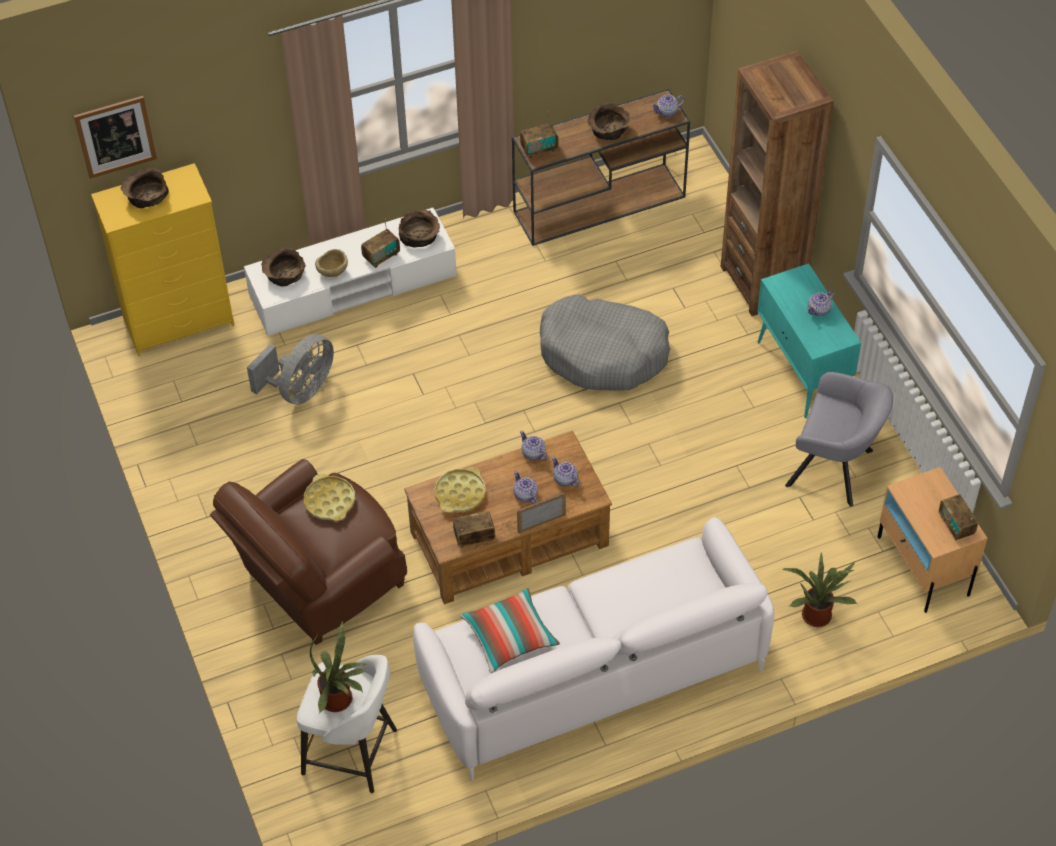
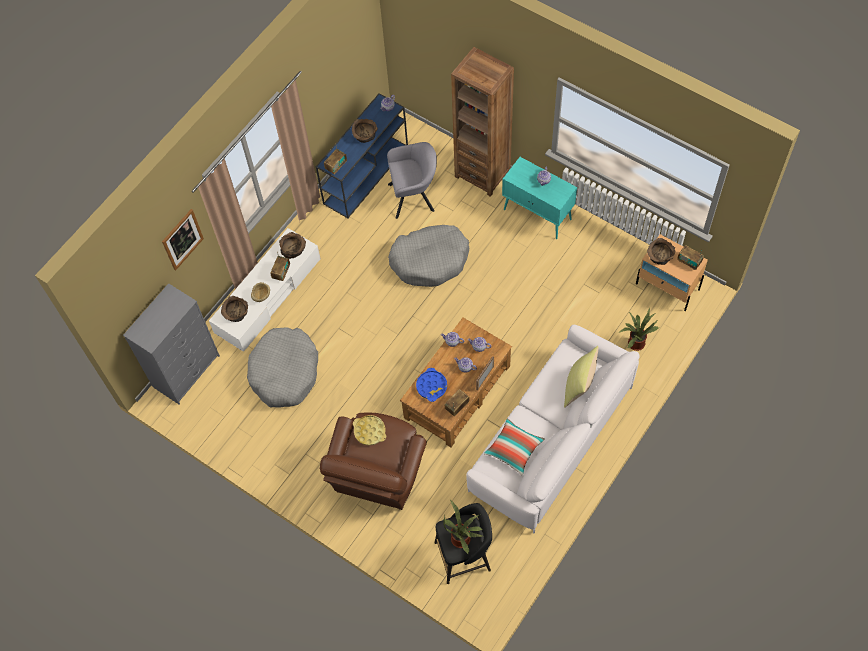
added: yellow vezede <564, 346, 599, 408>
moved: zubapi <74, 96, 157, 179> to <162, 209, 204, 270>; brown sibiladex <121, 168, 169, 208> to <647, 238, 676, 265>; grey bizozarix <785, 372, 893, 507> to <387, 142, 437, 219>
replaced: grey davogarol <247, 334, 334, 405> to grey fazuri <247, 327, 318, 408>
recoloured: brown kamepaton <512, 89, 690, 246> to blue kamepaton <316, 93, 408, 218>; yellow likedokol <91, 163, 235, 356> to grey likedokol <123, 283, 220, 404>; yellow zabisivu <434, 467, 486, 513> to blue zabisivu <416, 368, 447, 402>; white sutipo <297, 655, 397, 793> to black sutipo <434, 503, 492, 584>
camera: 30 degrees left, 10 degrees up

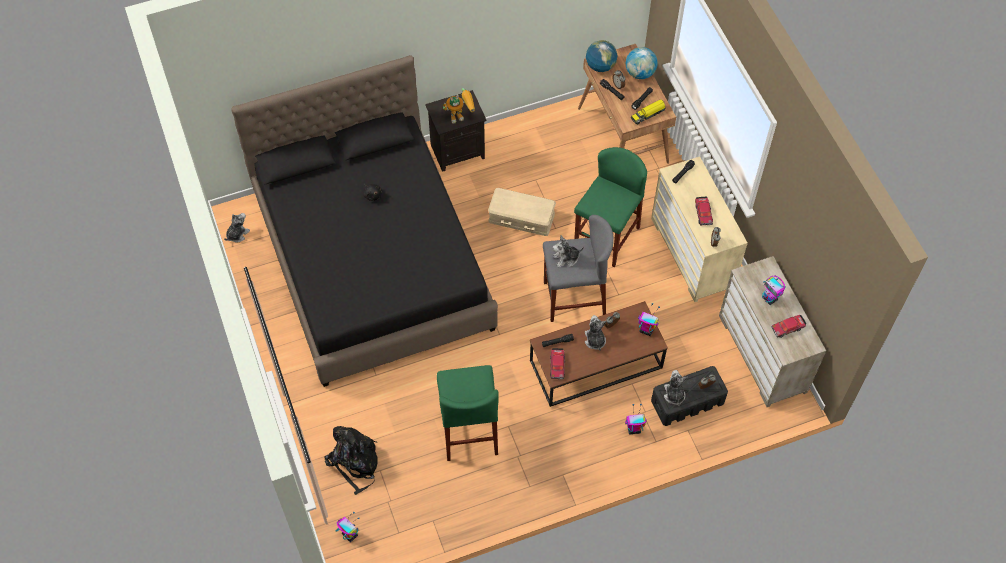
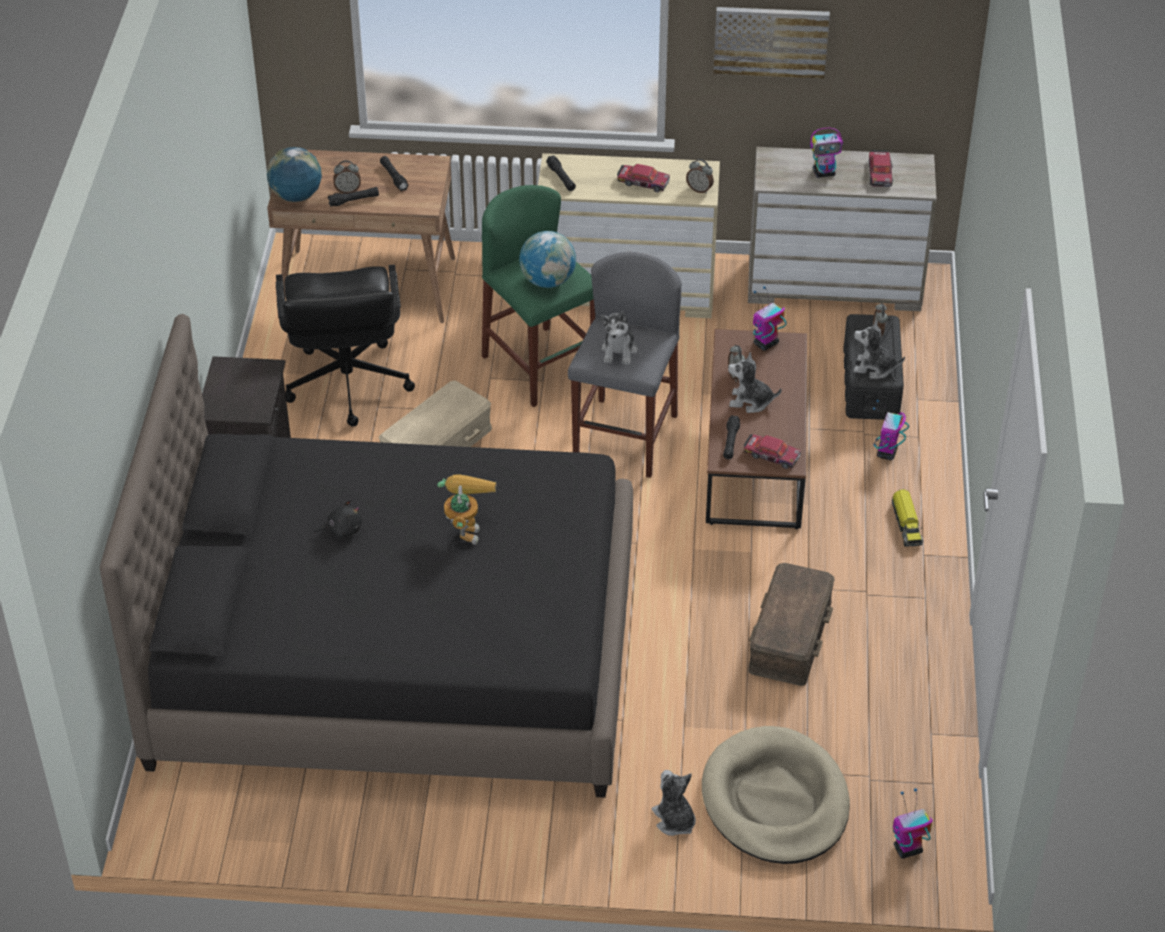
added: zubapi <713, 7, 830, 79>; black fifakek <276, 265, 415, 427>
moved: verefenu <626, 47, 658, 79> to <519, 231, 576, 288>; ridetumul <443, 88, 475, 124> to <437, 475, 496, 545>; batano <631, 99, 666, 125> to <892, 489, 923, 546>; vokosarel <224, 213, 250, 243> to <652, 770, 696, 836>
replaced: green sutipo <437, 365, 499, 461> to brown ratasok <748, 563, 835, 686>; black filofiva <324, 426, 378, 495> to beige fazuri <702, 726, 850, 864>
camera: 65 degrees left, 15 degrees down

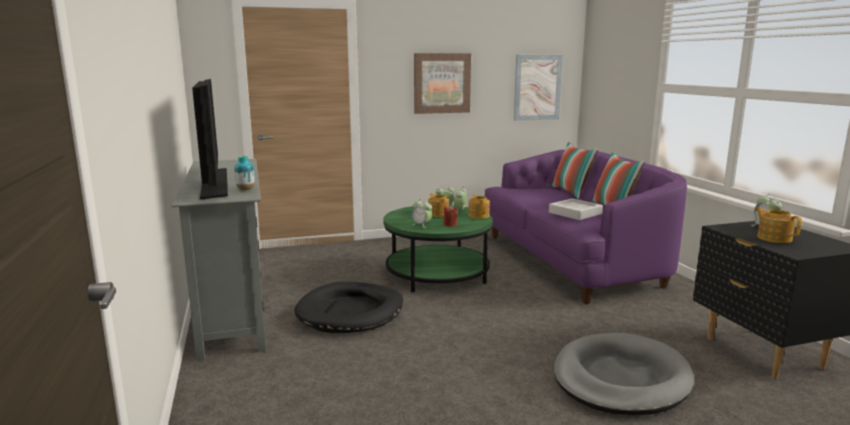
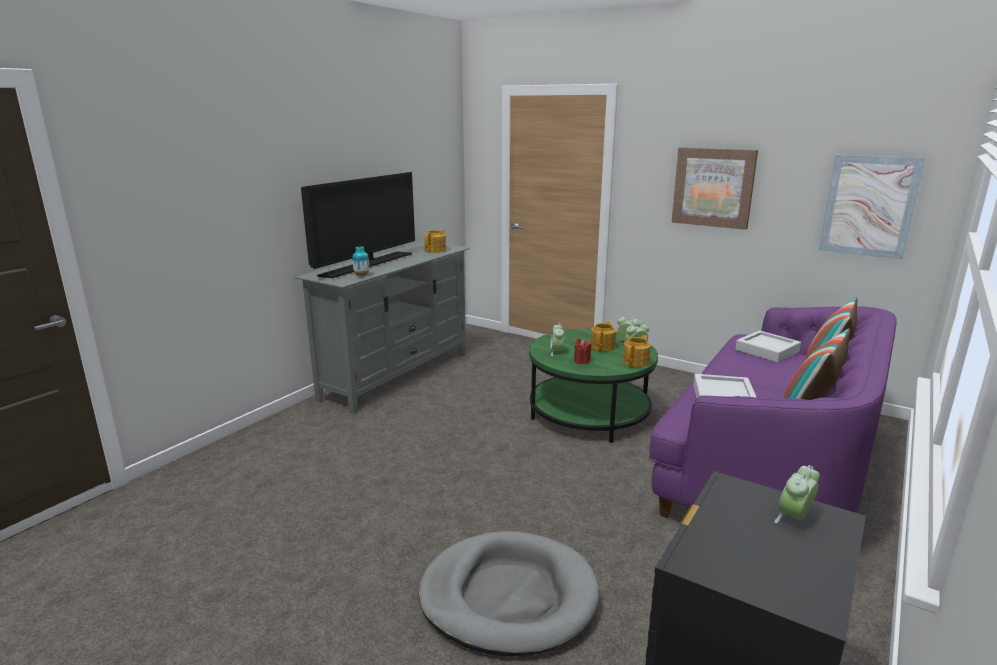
removed: black fazuri <294, 281, 403, 333>
added: grey zabisivu <735, 330, 801, 363>
moved: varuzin <755, 207, 802, 243> to <424, 229, 446, 253>
camera: 50 degrees right, 5 degrees up

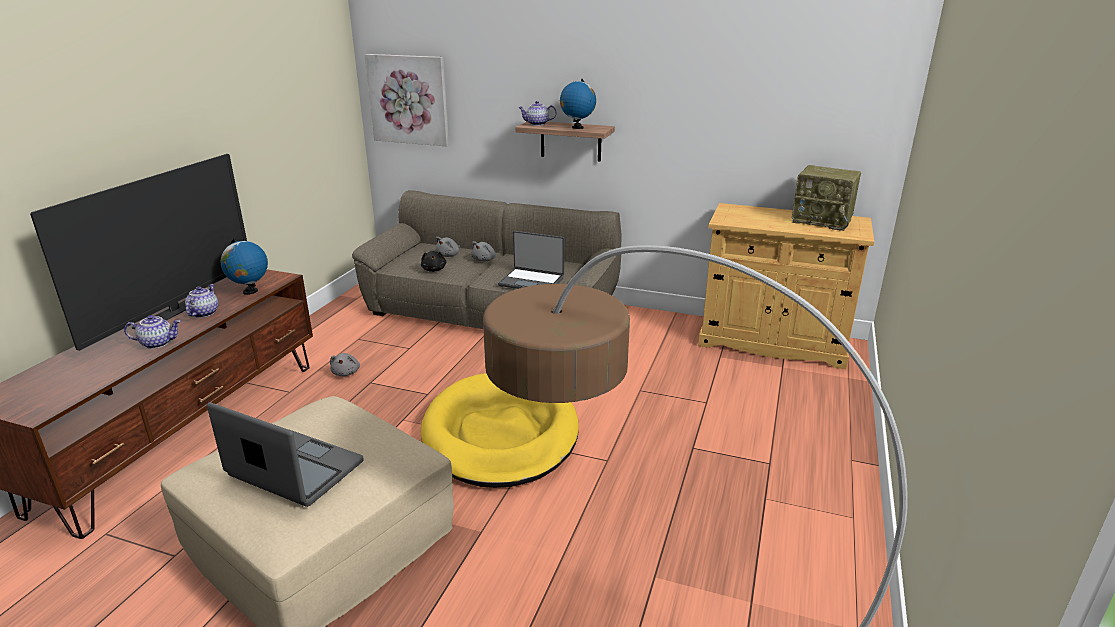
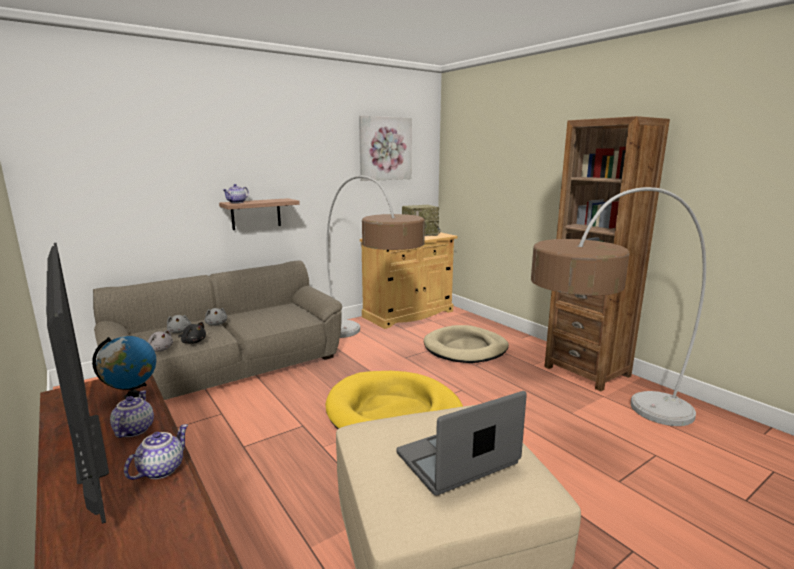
removed: verefenu <560, 79, 596, 129>; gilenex <498, 231, 564, 289>
added: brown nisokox <544, 116, 670, 391>; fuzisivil <326, 176, 425, 338>; beige fazuri <424, 325, 509, 363>
moved: zubapi <365, 54, 449, 146> to <359, 115, 412, 181>; grey vokosarel <330, 353, 360, 376> to <148, 330, 173, 352>
turned: varuzin <185, 284, 218, 318> = <110, 390, 154, 438> 45 degrees clockwise
camera: 55 degrees left, 10 degrees down

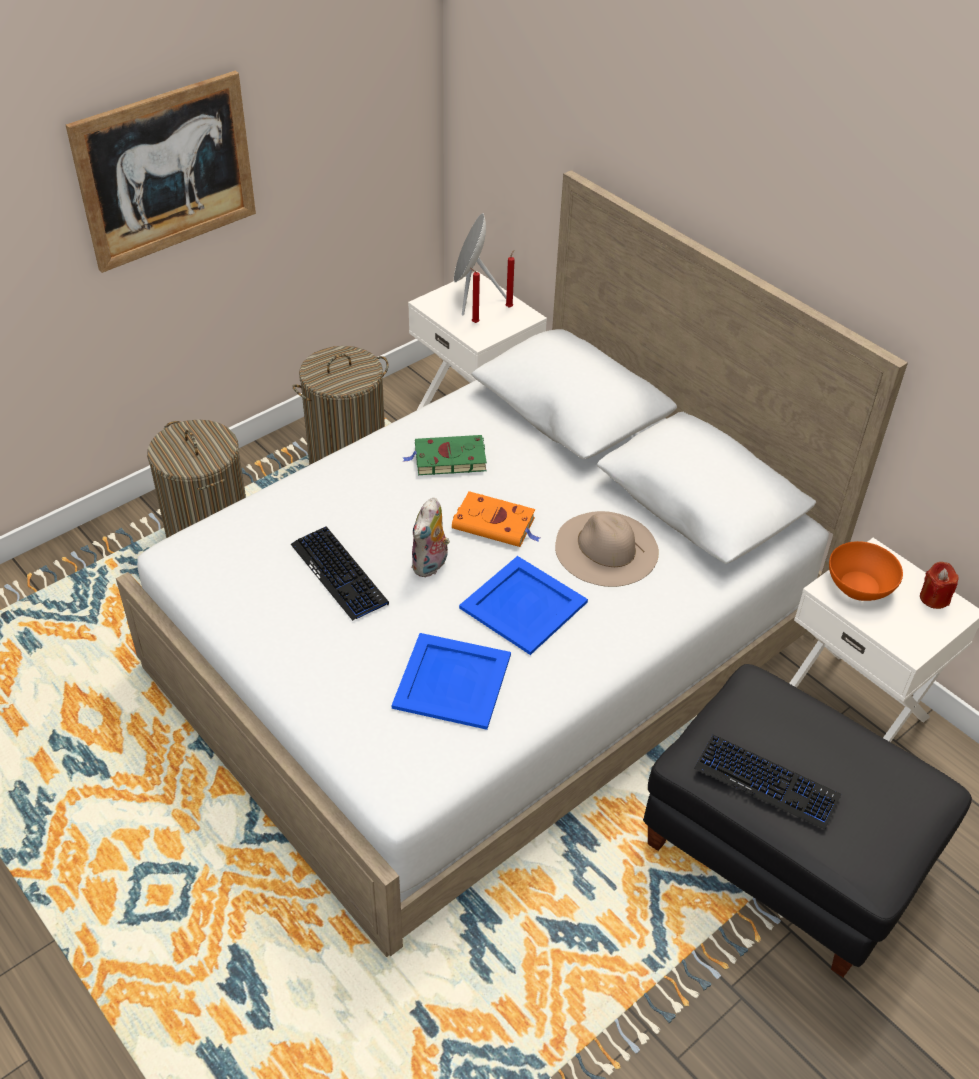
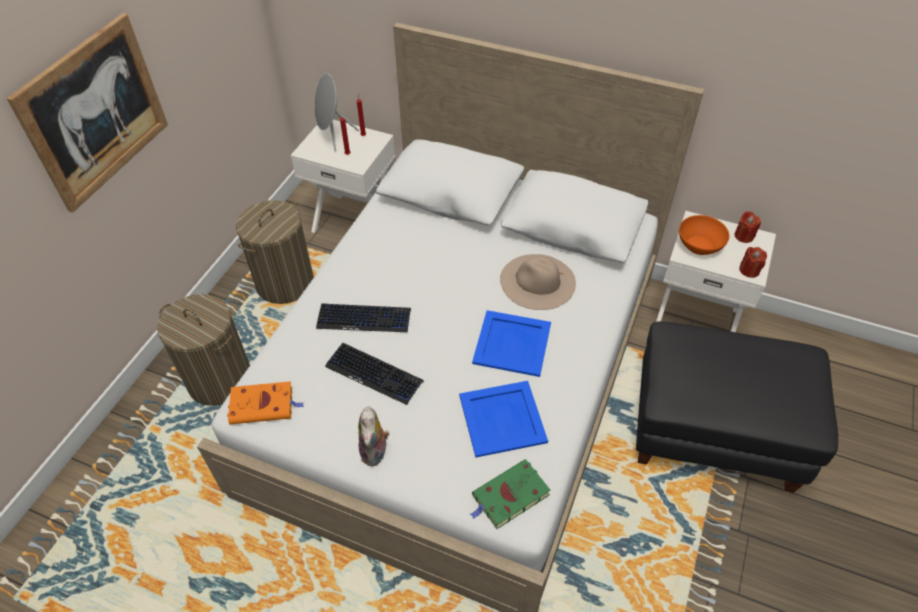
added: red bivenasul <739, 247, 767, 278>
moved: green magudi <403, 435, 487, 475> to <470, 459, 551, 529>; orange magudi <452, 491, 540, 547> to <227, 381, 304, 424>; vokosarel <411, 498, 450, 578> to <358, 406, 389, 466>; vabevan <694, 735, 841, 830> to <316, 303, 411, 332>
camera: 25 degrees left, 5 degrees up

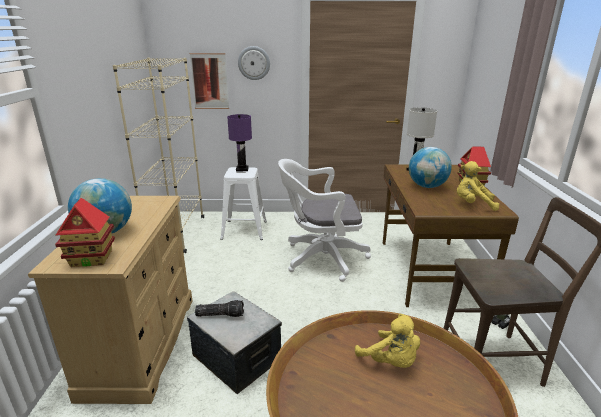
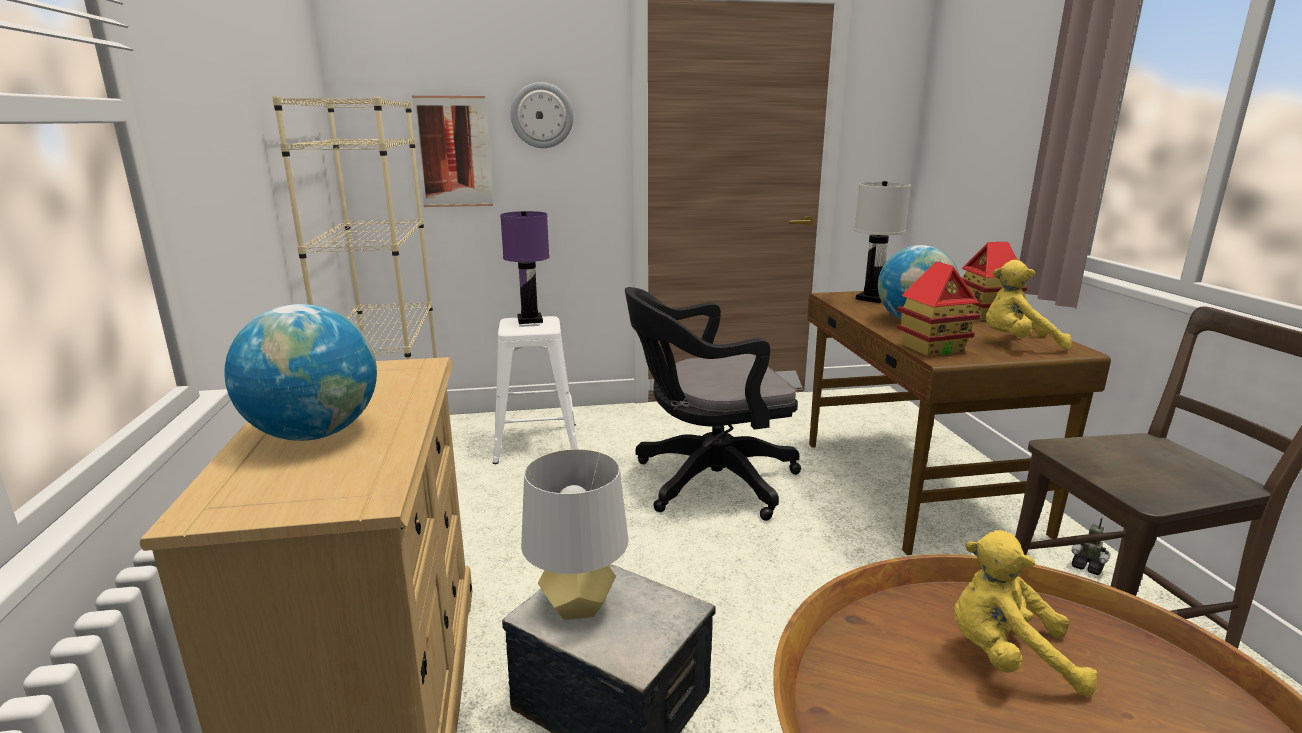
moved: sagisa <55, 198, 115, 267> to <897, 261, 980, 356>
replaced: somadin <195, 300, 244, 317> to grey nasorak <521, 449, 629, 620>
recoloured: white fifakek <278, 159, 371, 282> to black fifakek <625, 287, 801, 521>
turned: yellow vokosarel <355, 314, 420, 368> = <954, 530, 1098, 696> 150 degrees clockwise
camera: 10 degrees left, 5 degrees down

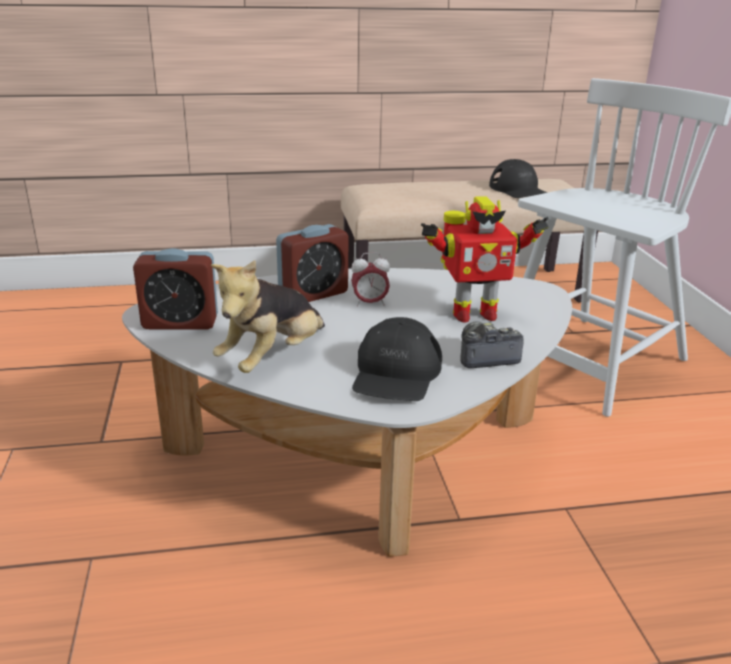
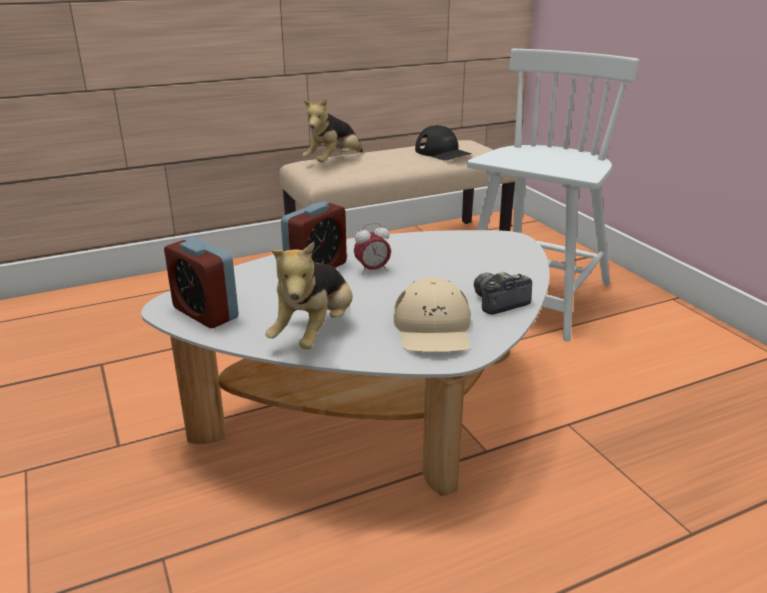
removed: ridetumul <421, 196, 549, 323>
added: vokosarel <302, 98, 363, 162>
recoloured: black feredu <352, 317, 442, 401> to beige feredu <394, 277, 471, 352>
turned: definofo <133, 248, 218, 330> = <164, 237, 239, 328> 60 degrees clockwise
camera: 15 degrees left, 0 degrees up

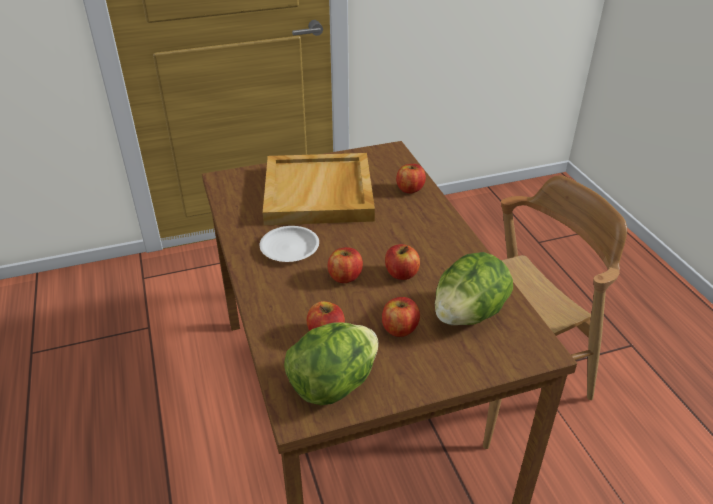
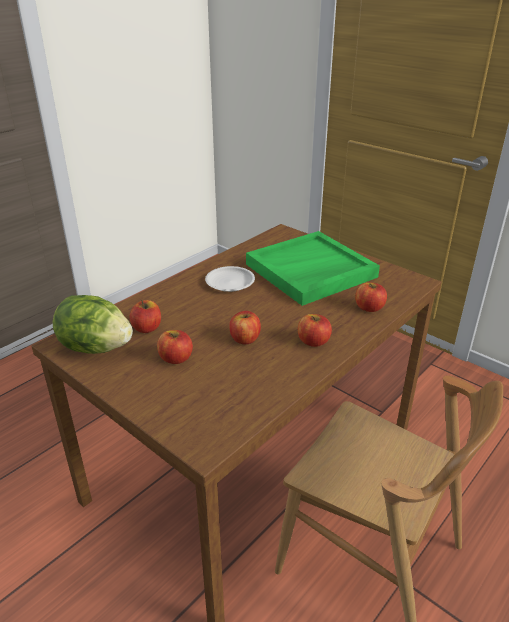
removed: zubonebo <435, 252, 513, 325>
moved: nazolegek <328, 247, 363, 283> to <298, 314, 332, 347>
recoloured: beige zabisivu <263, 153, 375, 226> to green zabisivu <246, 231, 380, 306>
camera: 60 degrees right, 5 degrees down

